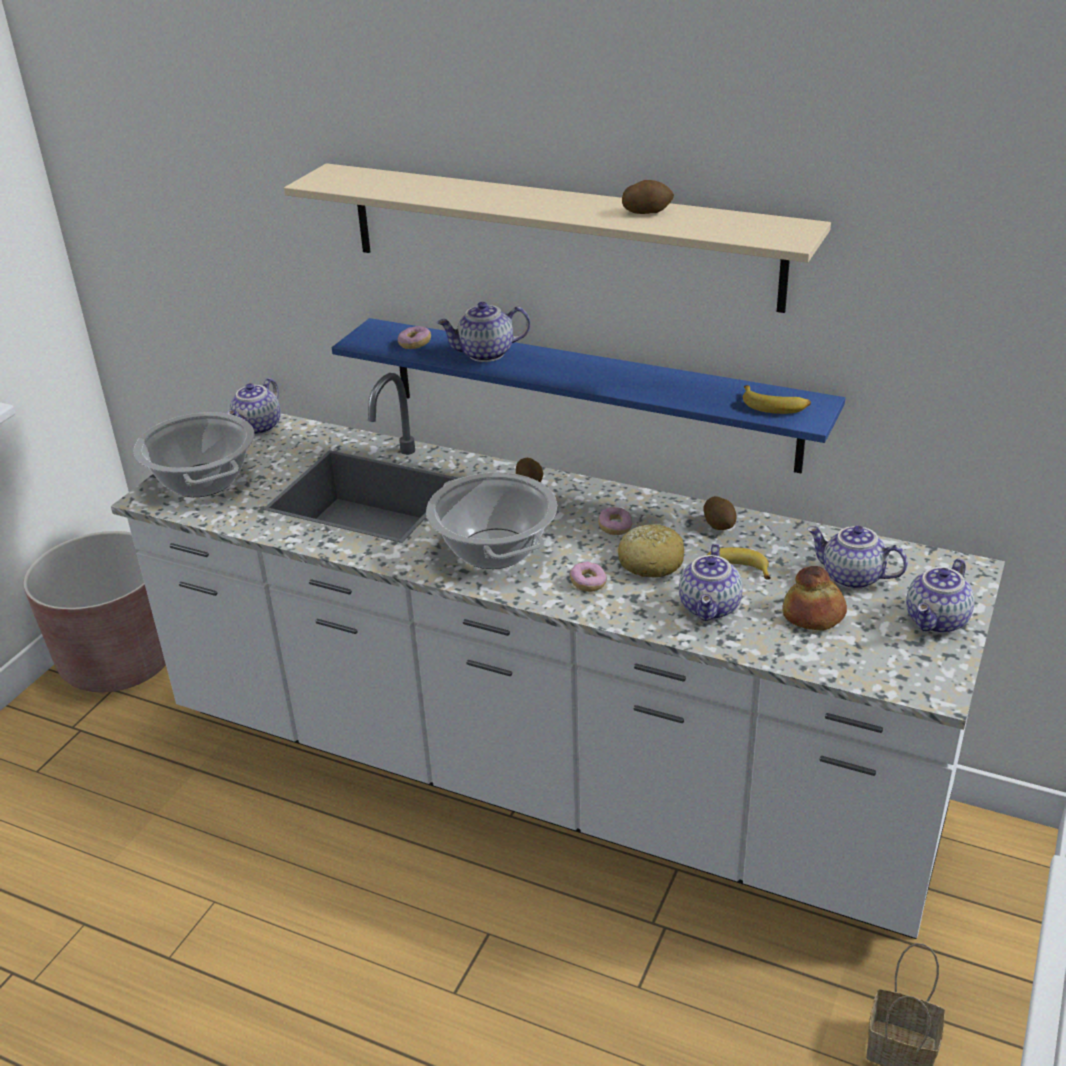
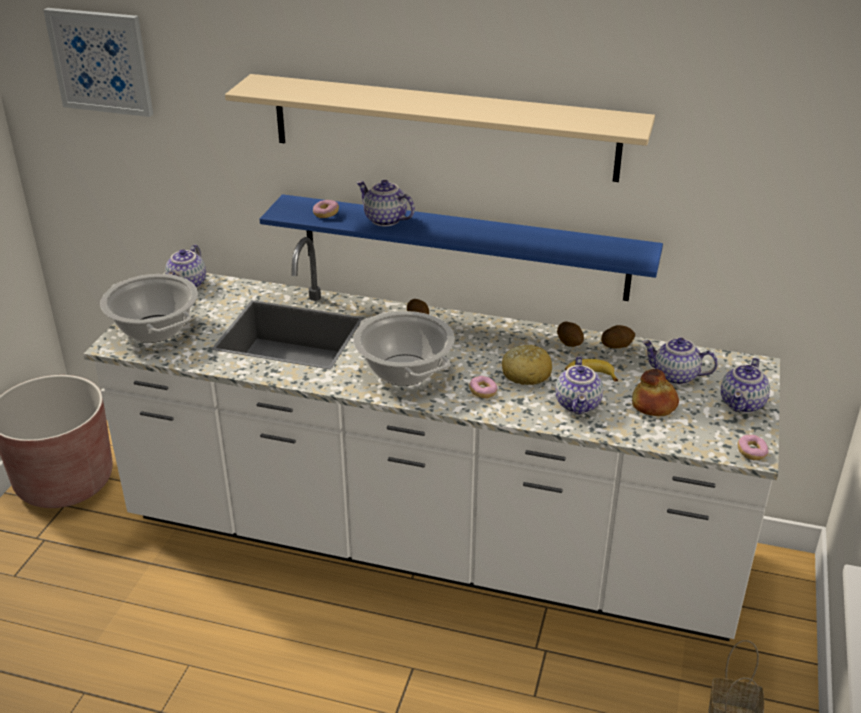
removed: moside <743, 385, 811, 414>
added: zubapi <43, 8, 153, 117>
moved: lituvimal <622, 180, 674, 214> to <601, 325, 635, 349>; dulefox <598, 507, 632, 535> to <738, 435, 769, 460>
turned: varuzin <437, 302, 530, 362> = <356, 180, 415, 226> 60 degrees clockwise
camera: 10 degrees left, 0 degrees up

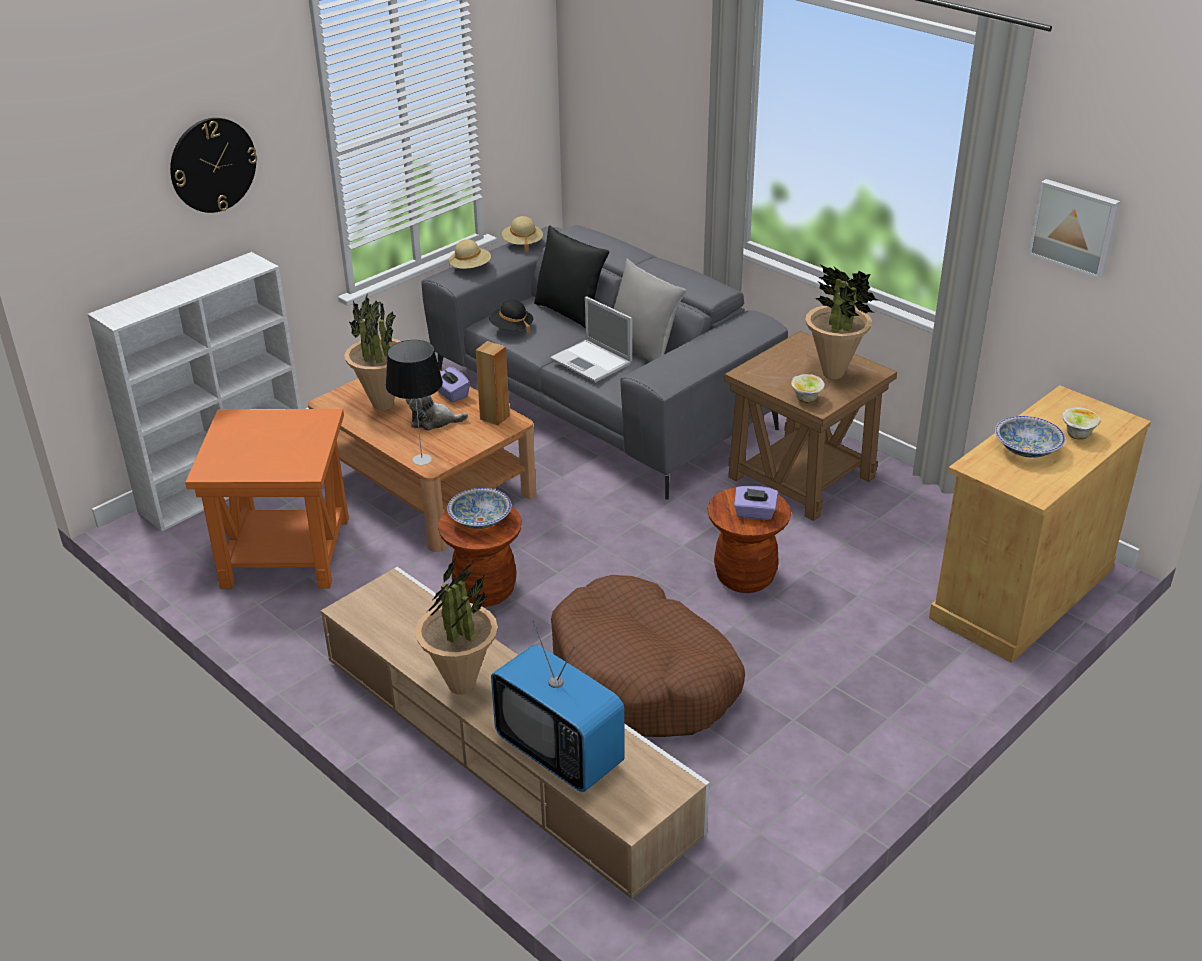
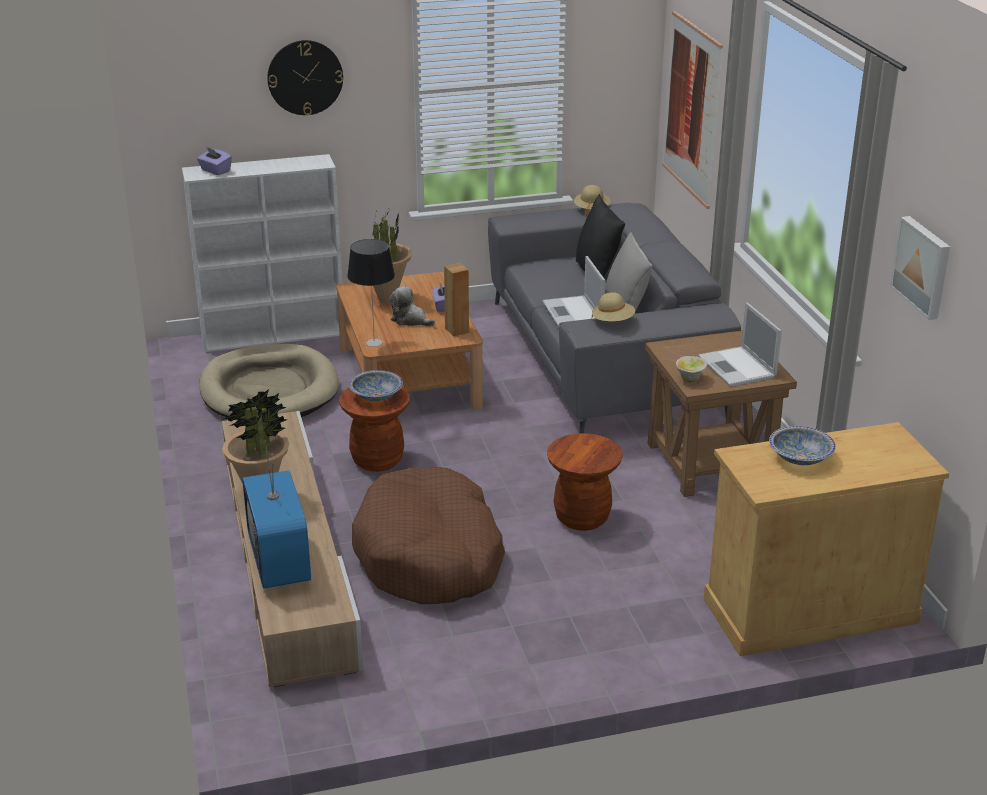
removed: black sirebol <489, 300, 533, 335>; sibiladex <1062, 407, 1101, 440>
added: zubapi <662, 11, 723, 209>
moved: beige sirebol <449, 239, 491, 270> to <592, 292, 635, 321>; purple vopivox <734, 486, 778, 520> to <197, 147, 232, 175>
replaced: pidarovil <805, 265, 879, 379> to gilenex <698, 303, 782, 387>; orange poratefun <185, 409, 349, 589> to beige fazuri <199, 344, 339, 418>
camera: 30 degrees right, 5 degrees down

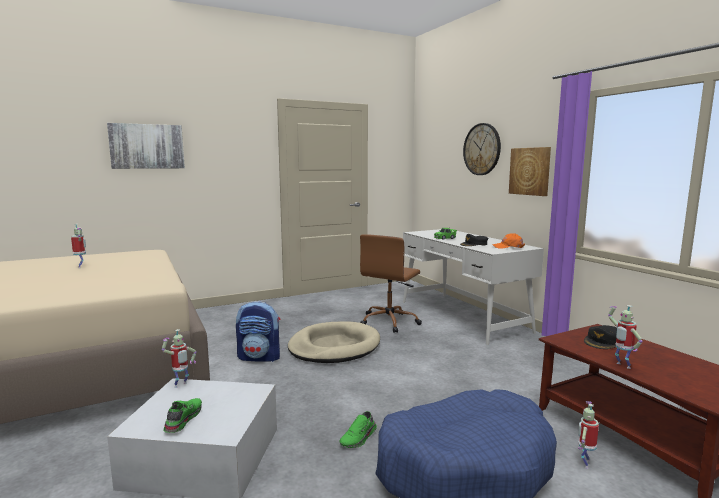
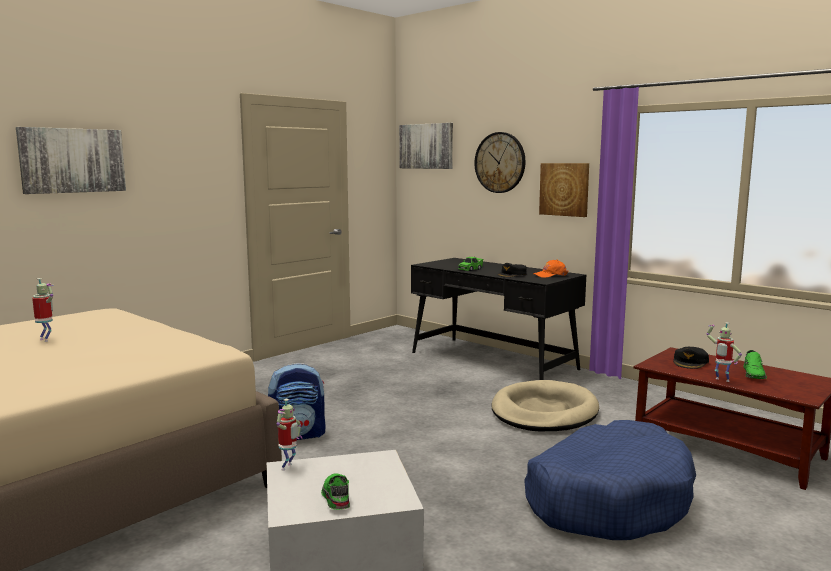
removed: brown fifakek <360, 234, 422, 333>; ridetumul <578, 401, 599, 469>
added: zubapi <399, 123, 453, 169>
moved: beige fazuri <288, 322, 380, 363> to <492, 380, 599, 431>; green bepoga <339, 411, 377, 448> to <743, 350, 767, 379>
recoloured: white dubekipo <403, 229, 544, 345> to black dubekipo <411, 258, 586, 380>
camera: 20 degrees left, 0 degrees up

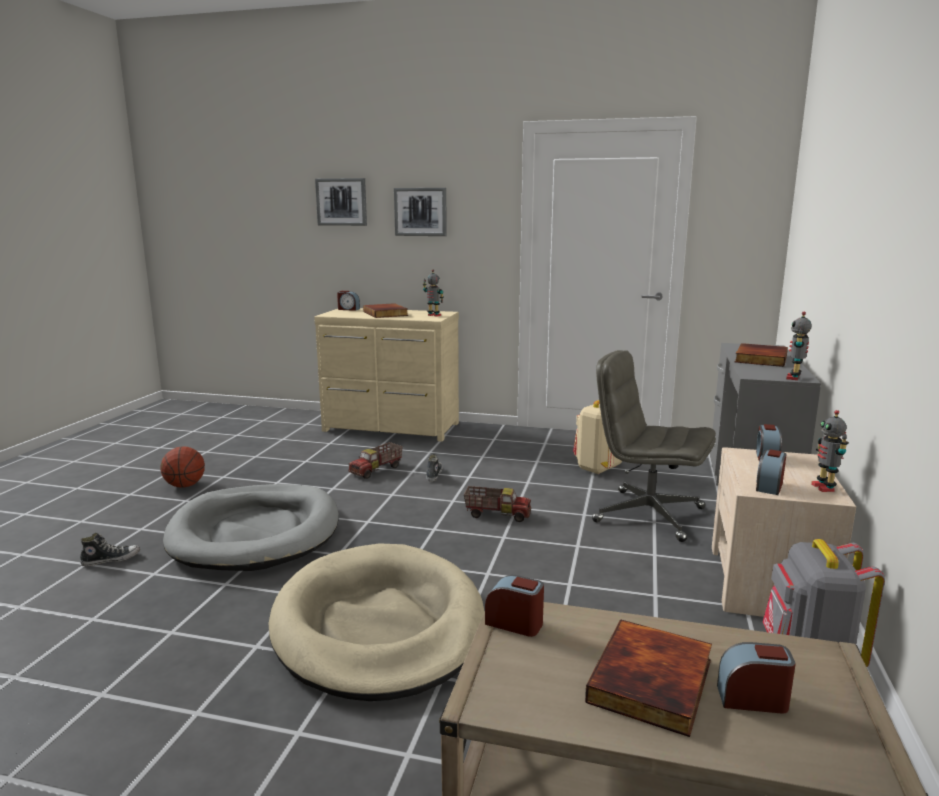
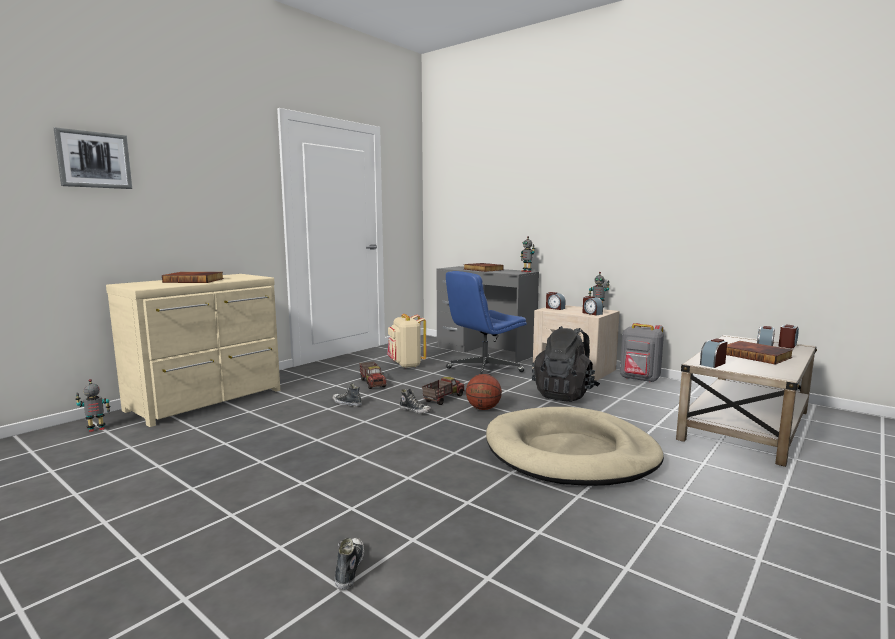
removed: zubapi <394, 188, 447, 236>; grey fazuri <163, 484, 339, 571>
added: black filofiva <532, 326, 600, 402>; bepoga <399, 389, 432, 414>
moved: ridetumul <423, 269, 444, 317> to <75, 379, 110, 432>; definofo <337, 291, 360, 311> to <779, 325, 799, 348>; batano <348, 442, 403, 479> to <359, 362, 387, 389>; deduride <161, 446, 205, 488> to <466, 374, 502, 410>
recoloured: grey fifakek <592, 350, 716, 542> to blue fifakek <446, 271, 527, 374>
camera: 65 degrees left, 5 degrees down

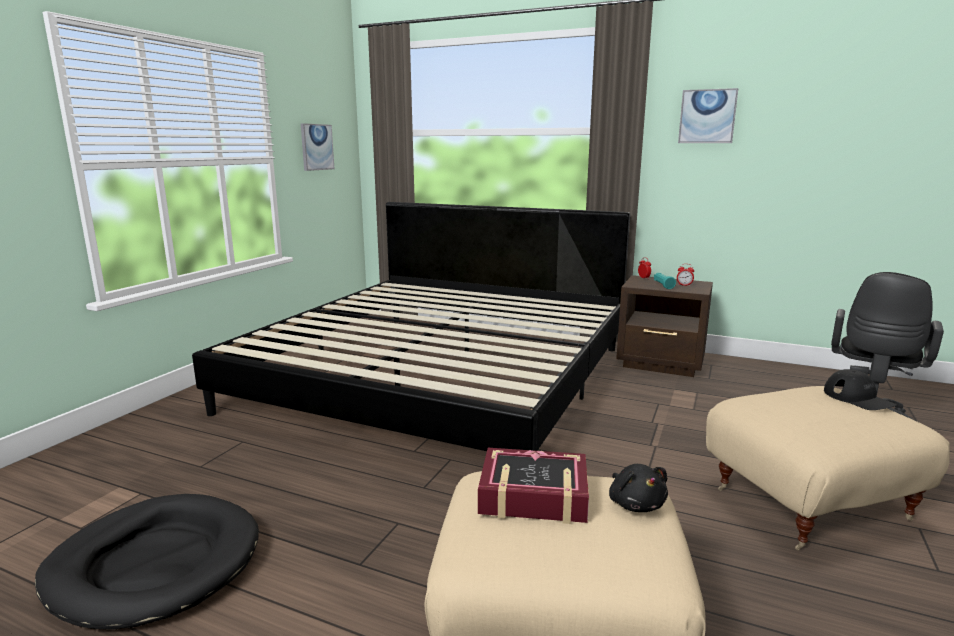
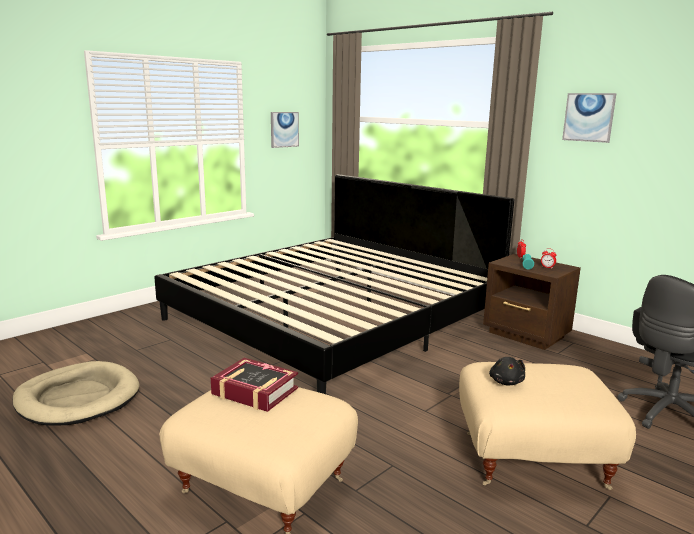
removed: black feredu <824, 369, 897, 410>
moved: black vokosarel <609, 464, 668, 512> to <489, 357, 525, 385>
recoloured: black fazuri <35, 494, 259, 630> to beige fazuri <13, 361, 140, 426>
camera: 20 degrees right, 0 degrees up

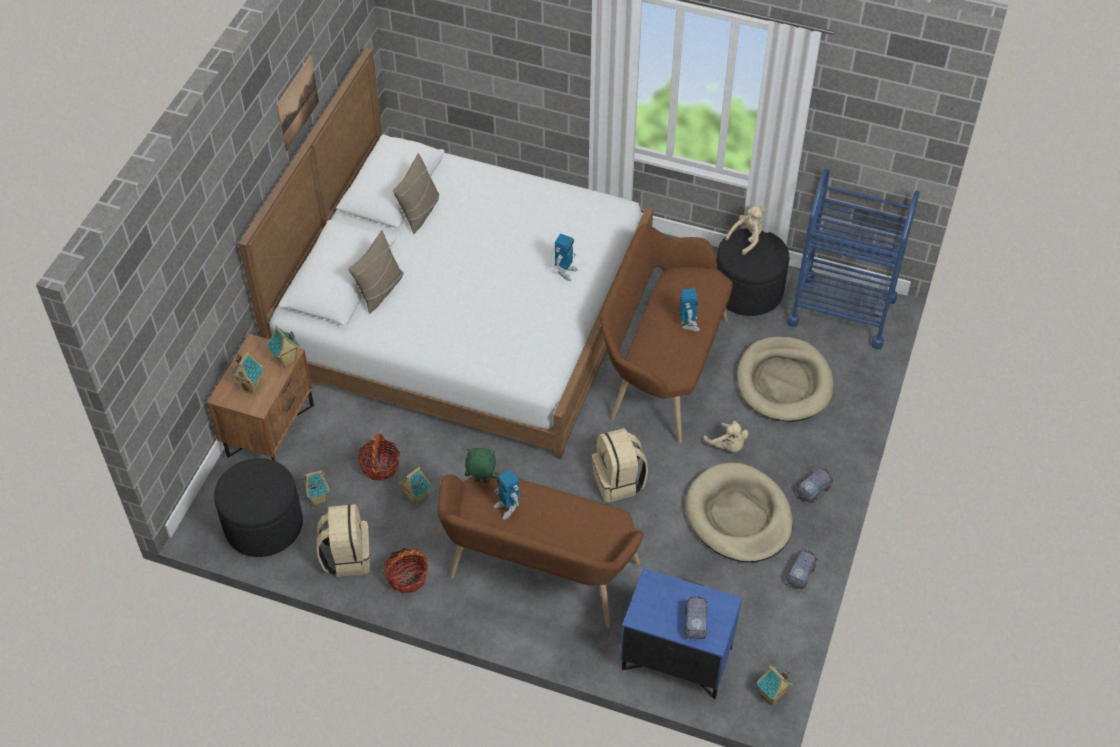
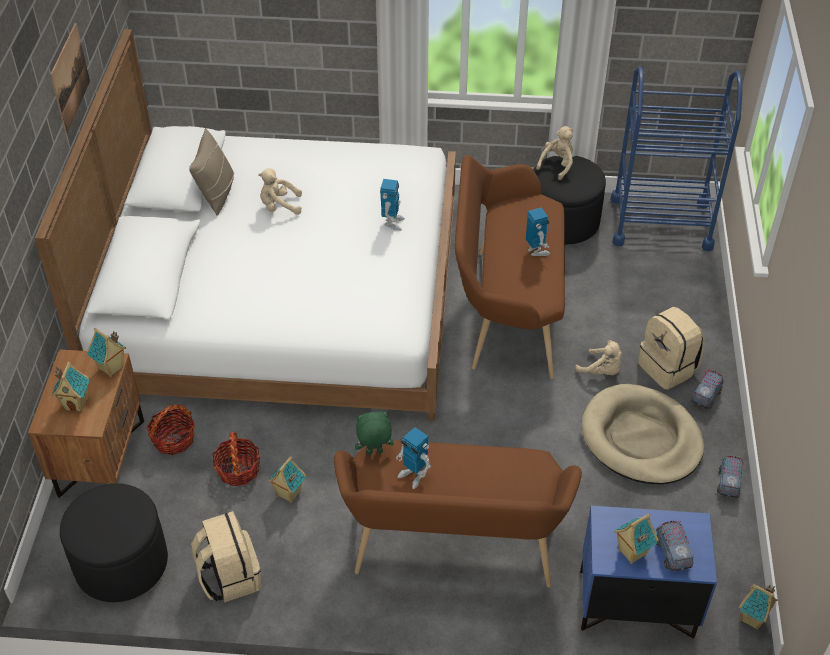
removed: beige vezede <348, 231, 404, 314>; beige fazuri <737, 336, 834, 422>
added: beige vokosarel <258, 168, 302, 215>
moved: beige filofiva <592, 428, 648, 502> to <638, 307, 704, 390>; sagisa <302, 470, 330, 505> to <614, 514, 659, 564>; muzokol <384, 548, 428, 593> to <147, 404, 195, 455>
camera: 15 degrees left, 5 degrees down

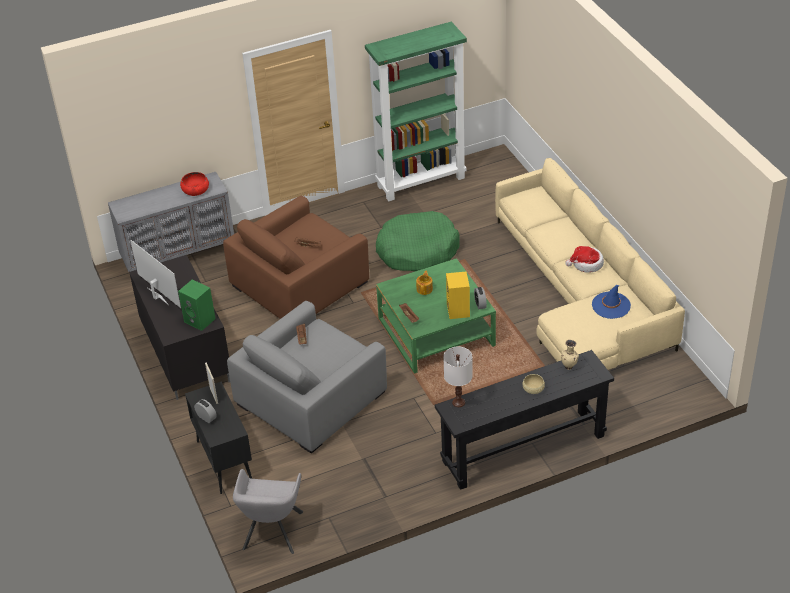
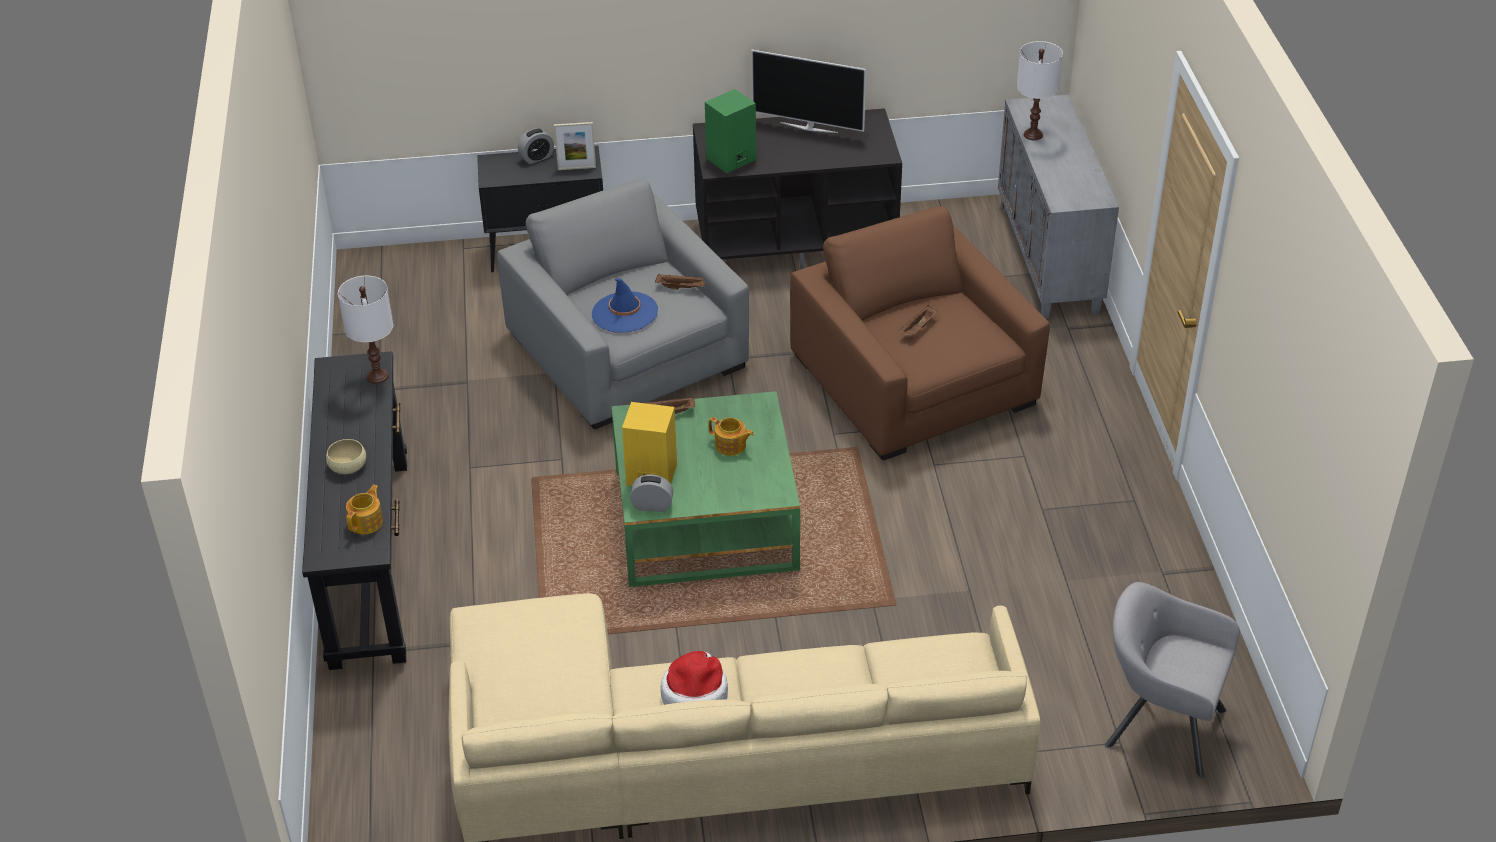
removed: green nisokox <365, 22, 467, 201>; red sibiladex <180, 172, 209, 196>; green fazuri <376, 211, 460, 271>
added: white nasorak <1017, 41, 1063, 140>
moved: blue sirebol <592, 285, 631, 319> to <592, 278, 658, 333>; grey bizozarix <233, 469, 303, 554> to <1104, 582, 1240, 778>
replaced: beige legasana <561, 340, 579, 370> to varuzin <346, 485, 383, 534>
turned: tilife <130, 240, 181, 308> = <751, 50, 866, 133> 45 degrees clockwise
camera: 105 degrees right, 0 degrees up

